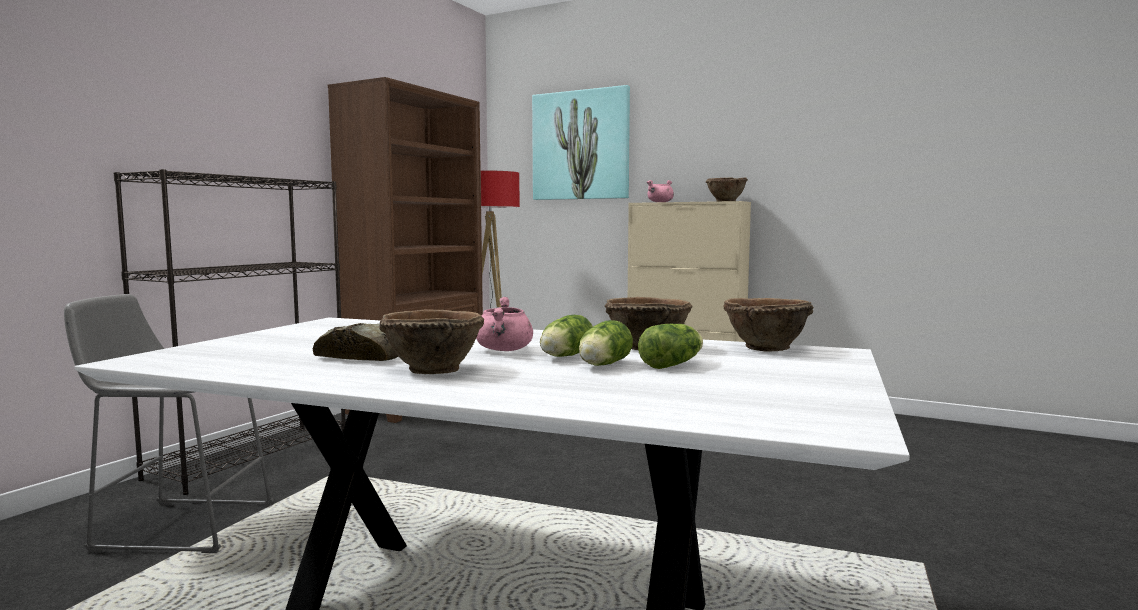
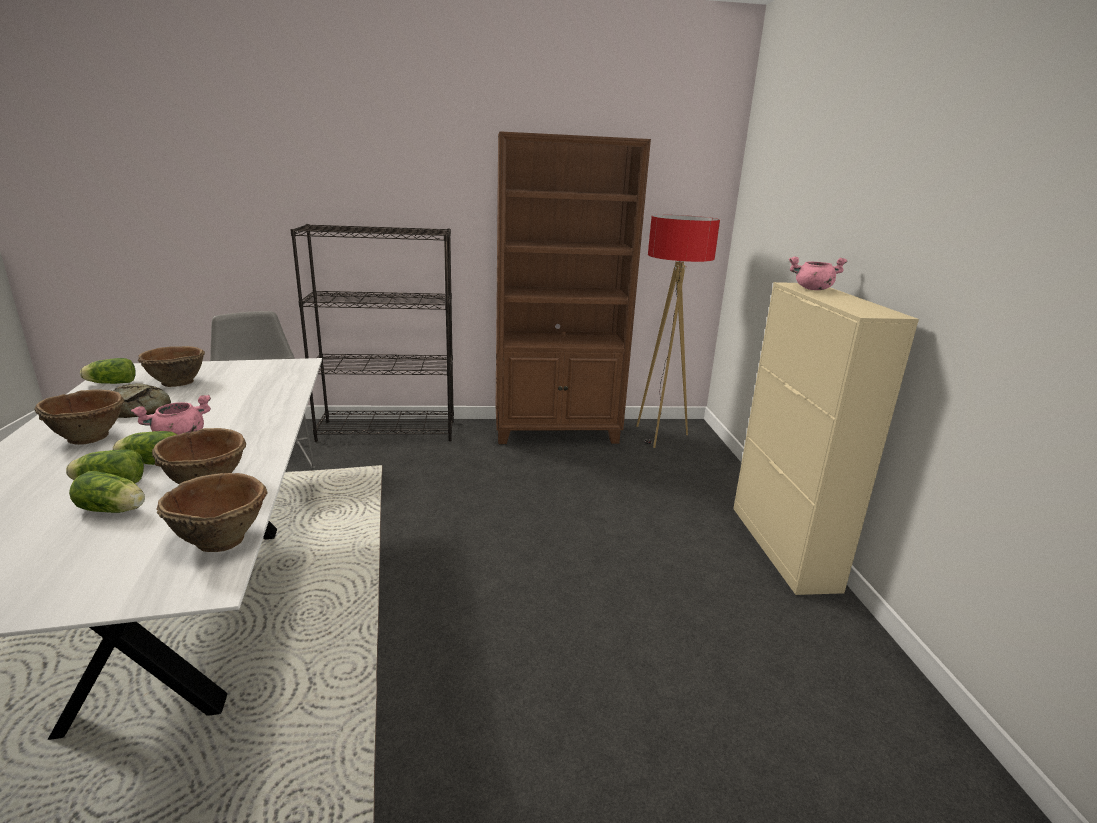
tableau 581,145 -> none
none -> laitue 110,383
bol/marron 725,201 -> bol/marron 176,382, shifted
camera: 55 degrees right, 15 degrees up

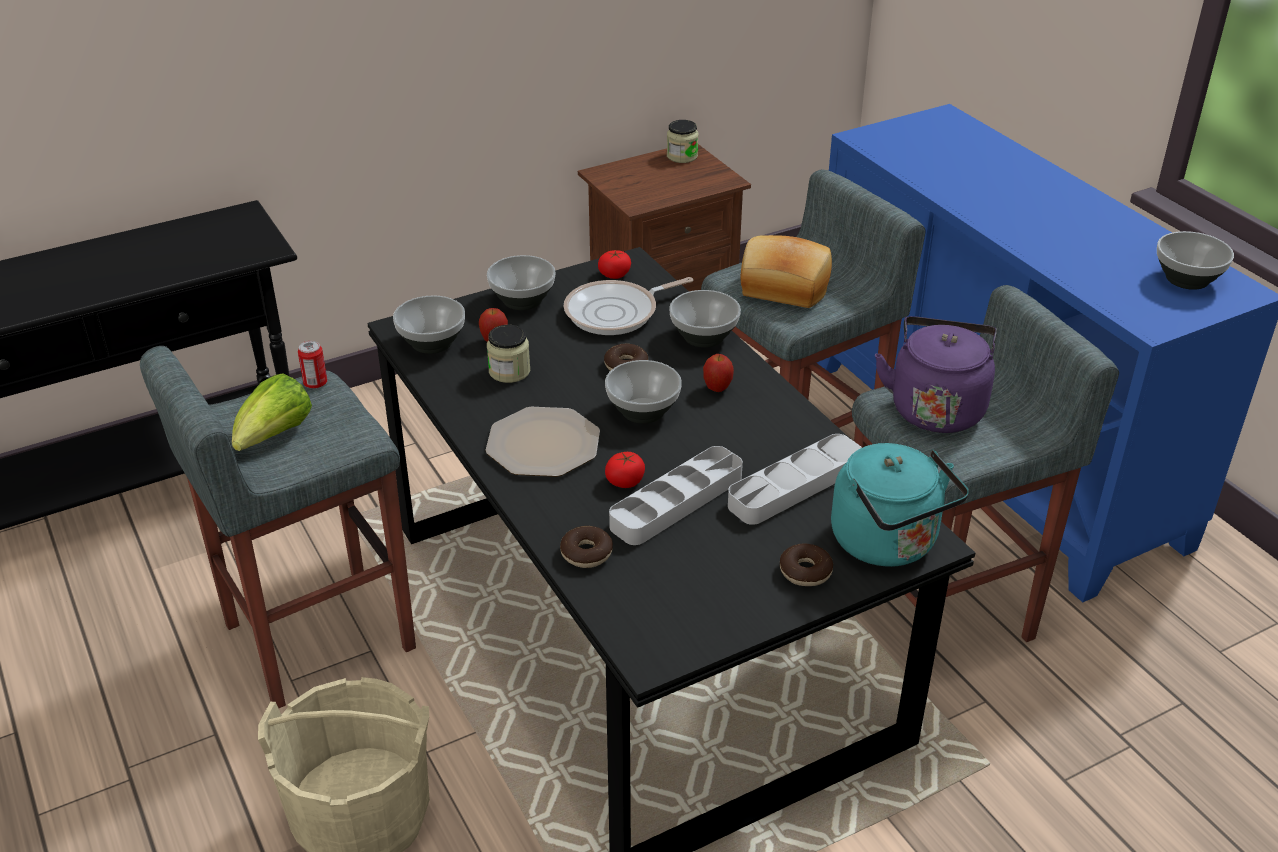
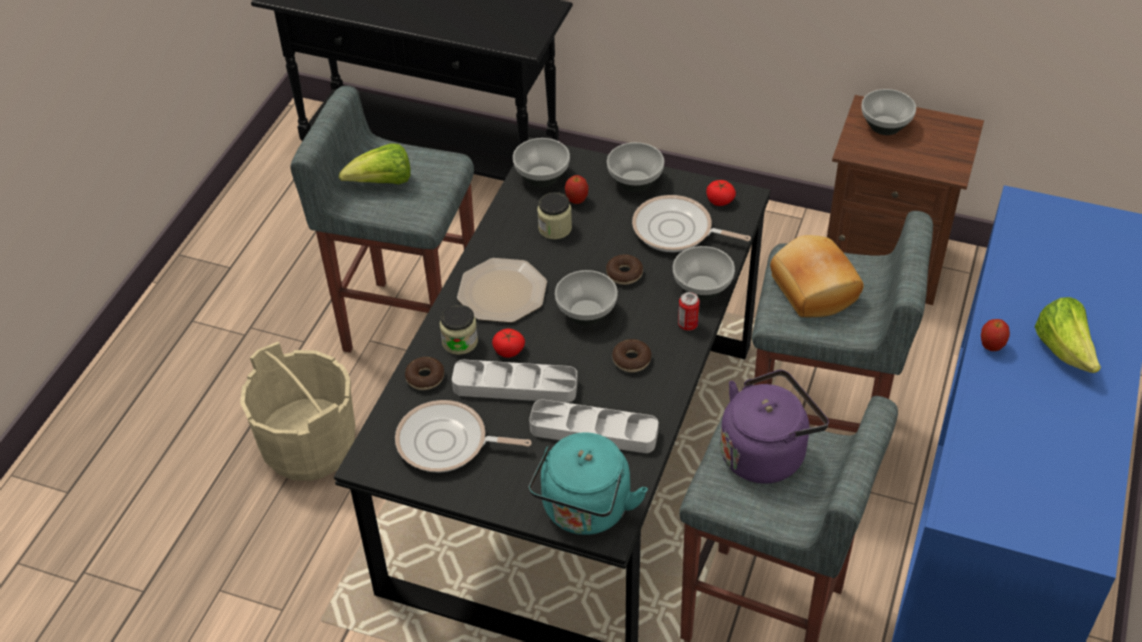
none -> poêle 447,443
none -> laitue 1064,350
boîte métallique 315,383 -> boîte métallique 688,324, shifted
bocal 682,156 -> bocal 460,342, shifted
pomme 717,389 -> pomme 991,347, shifted
beignet 805,571 -> beignet 631,360, shifted
bol 1187,280 -> bol 884,126, shifted
camera: 50 degrees right, 10 degrees up

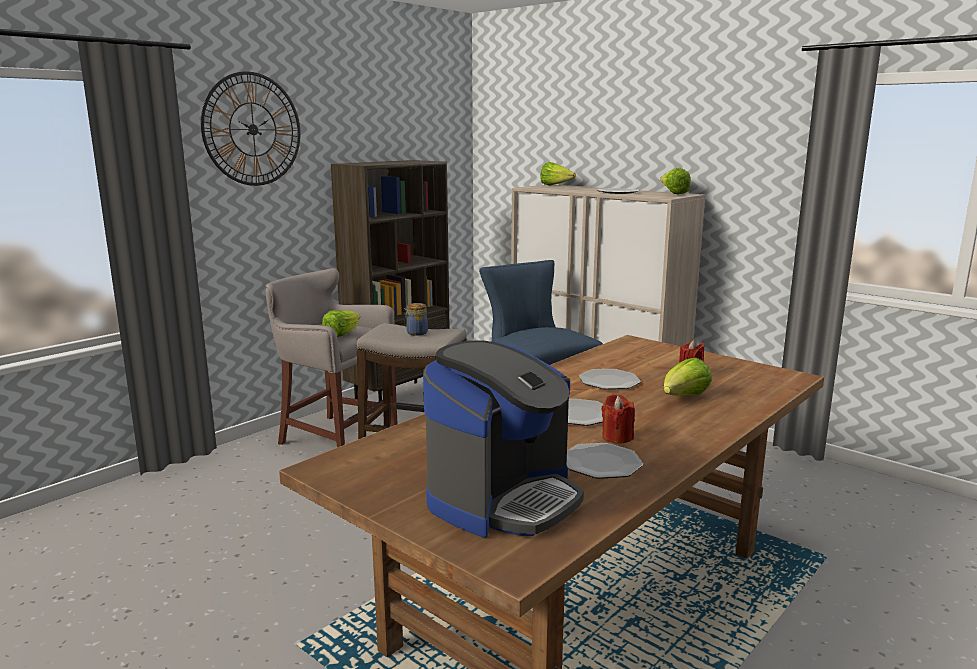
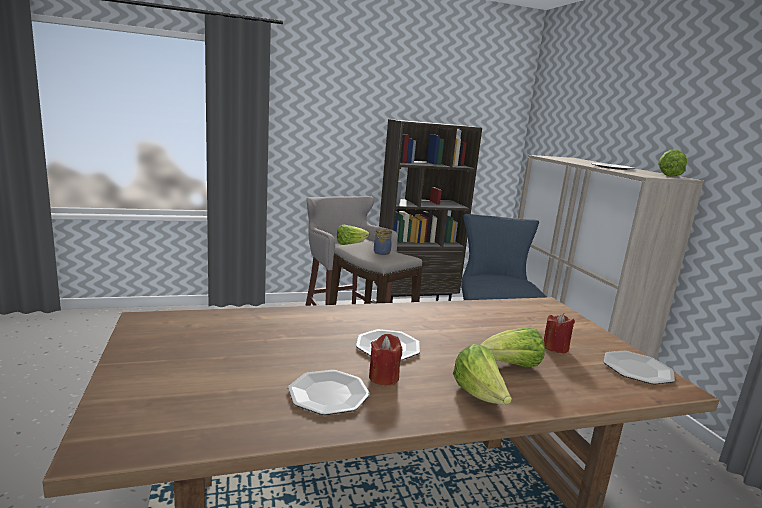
horloge murale 253,129 -> none
machine à café 503,499 -> none
laitue 556,185 -> laitue 479,395, shifted
assiette 609,381 -> assiette 637,369, shifted
camera: 30 degrees right, 0 degrees up

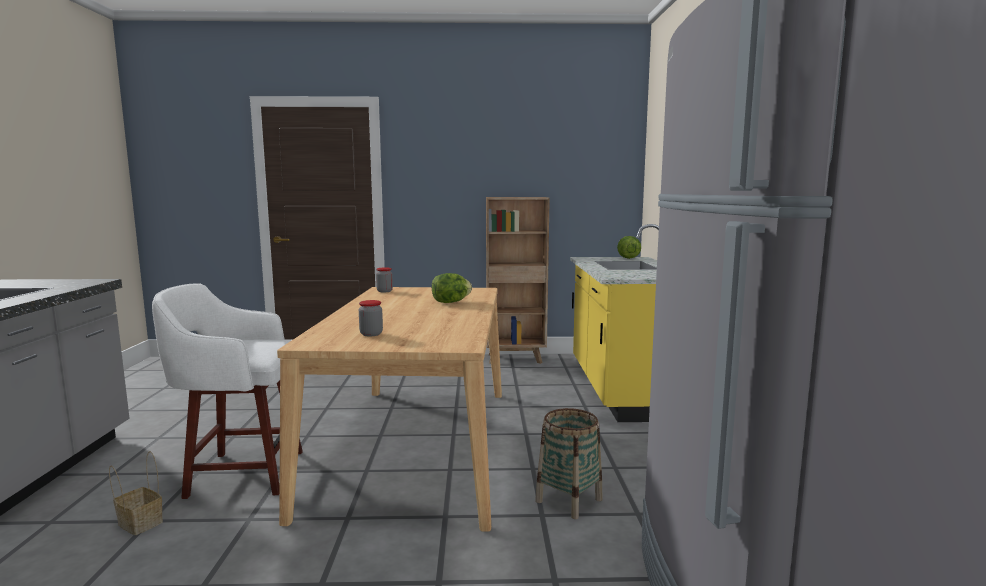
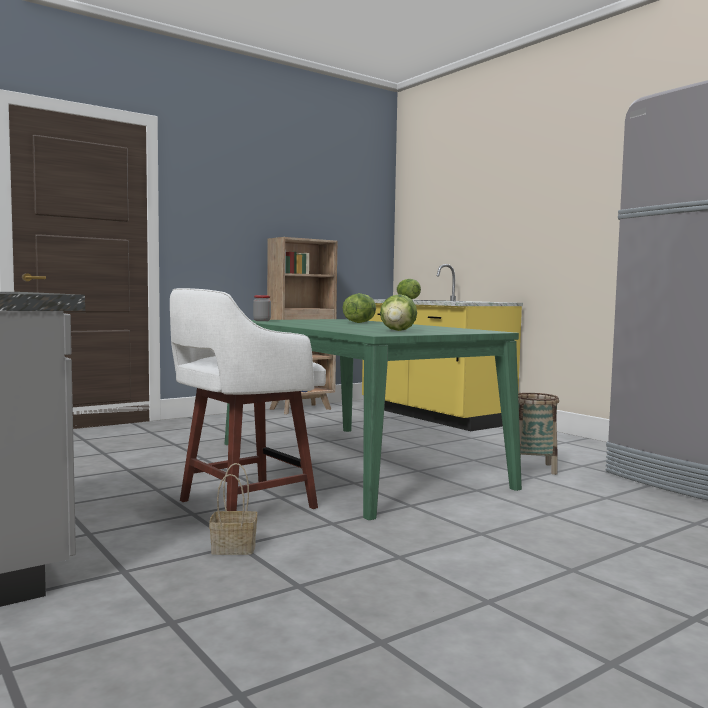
bocal 371,334 -> laitue 398,331
table à manger/beige 417,444 -> table à manger/vert 355,464
camera: 35 degrees left, 5 degrees down

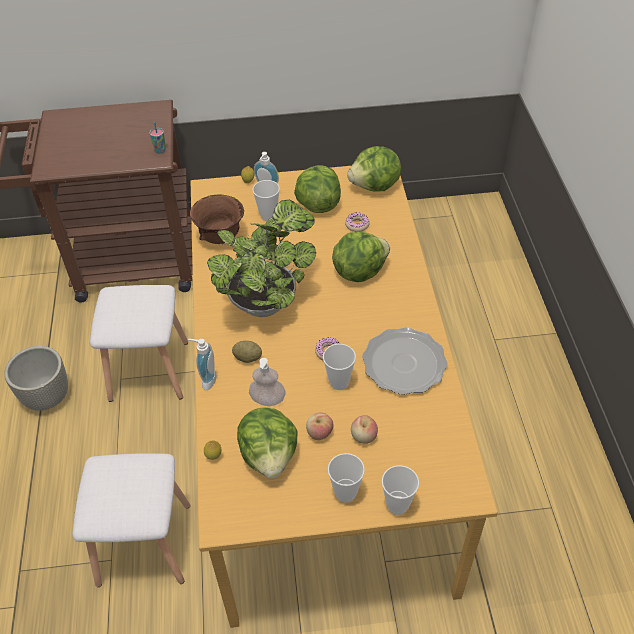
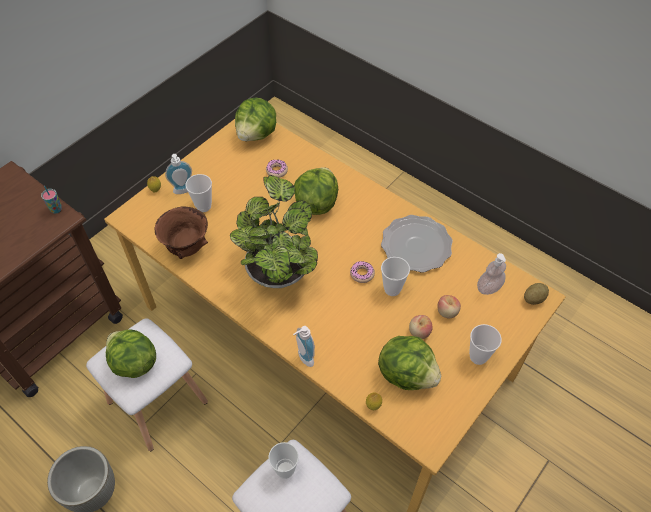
pomme de terre 247,358 -> pomme de terre 533,299, shifted
distributeur de savon 268,399 -> distributeur de savon 489,287, shifted
laitue 317,204 -> laitue 134,363, shifted
tasse 397,505 -> tasse 285,470, shifted
camera: 45 degrees left, 5 degrees up

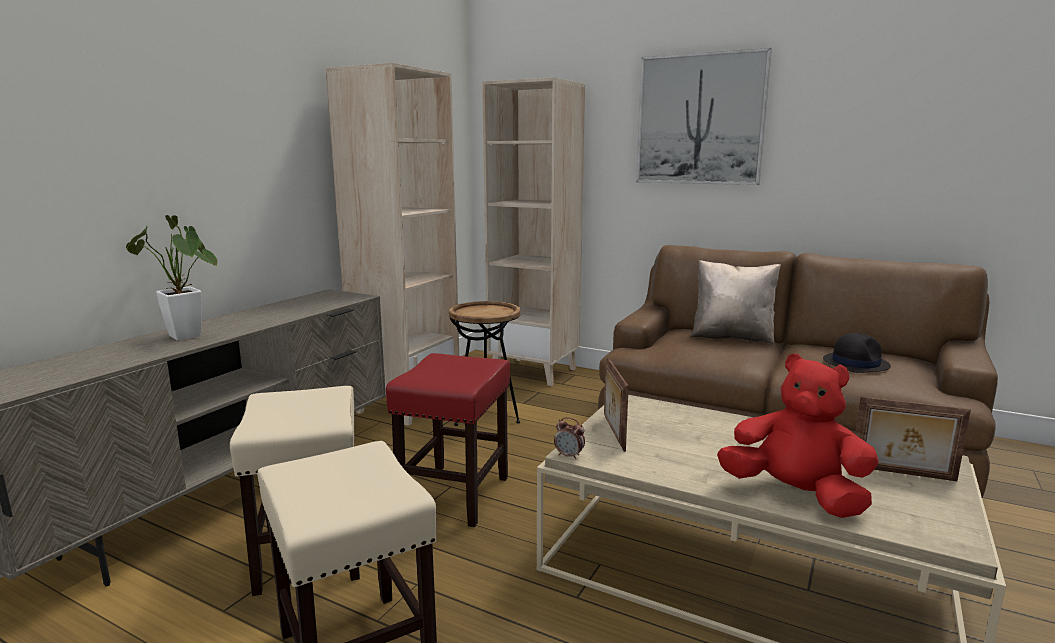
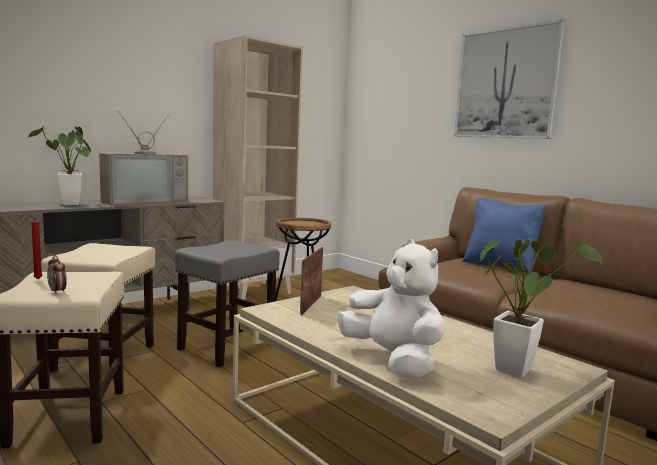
bibliothèque/beige 534,371 -> none
chapeau/noir 855,363 -> none
none -> bougie/rouge 37,279
none -> téléviseur 144,201
réveil 569,456 -> réveil 57,291, shifted
cadre photo 903,474 -> plante en pot 516,368
tabouret/rouge 455,494 -> tabouret/gris 227,346
coussin/beige 732,337 -> coussin/bleu 500,266
peluche/rouge 795,495 -> peluche/blanc 393,361
camera: 20 degrees right, 5 degrees down

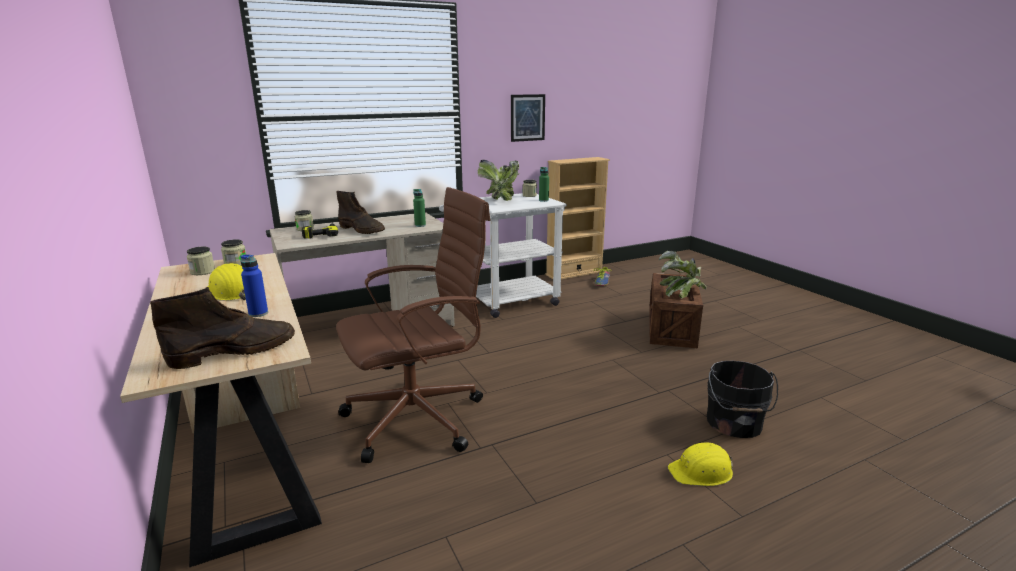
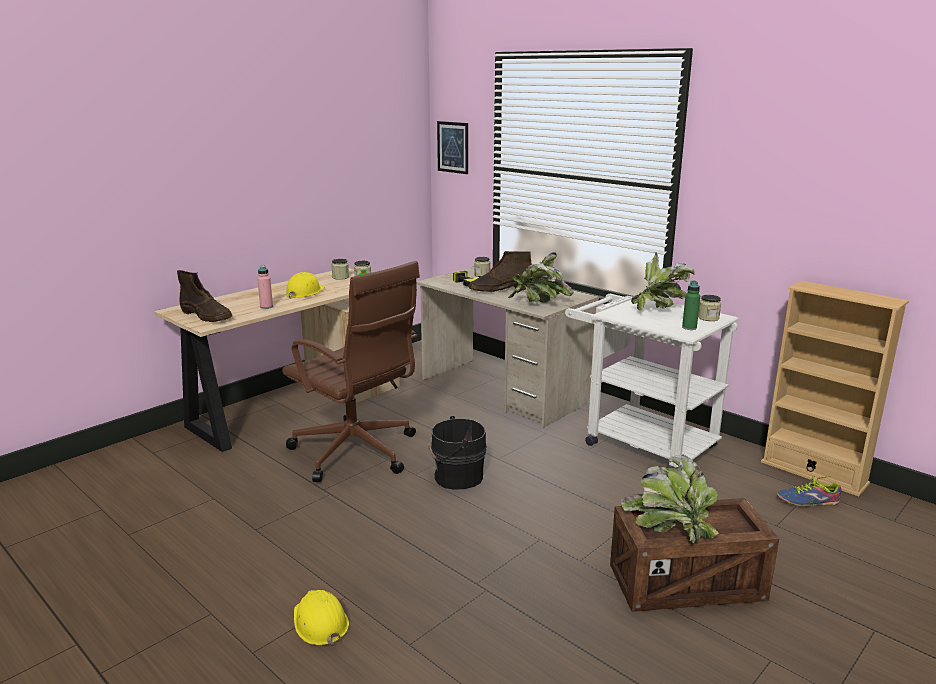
tableau 527,117 -> tableau 453,147, shifted
seau/noir 734,424 -> seau/noir 456,477, shifted
bouteille/vert 420,225 -> plante en pot 539,304
bouteille/bleu 258,313 -> bouteille/rose 266,307
botte/marron 362,230 -> botte/marron 499,290, 60 degrees clockwise
camera: 70 degrees right, 0 degrees up

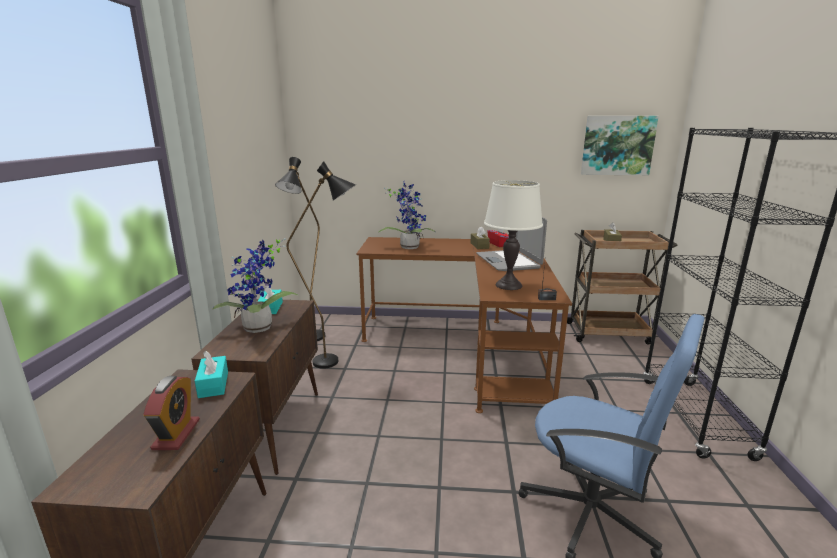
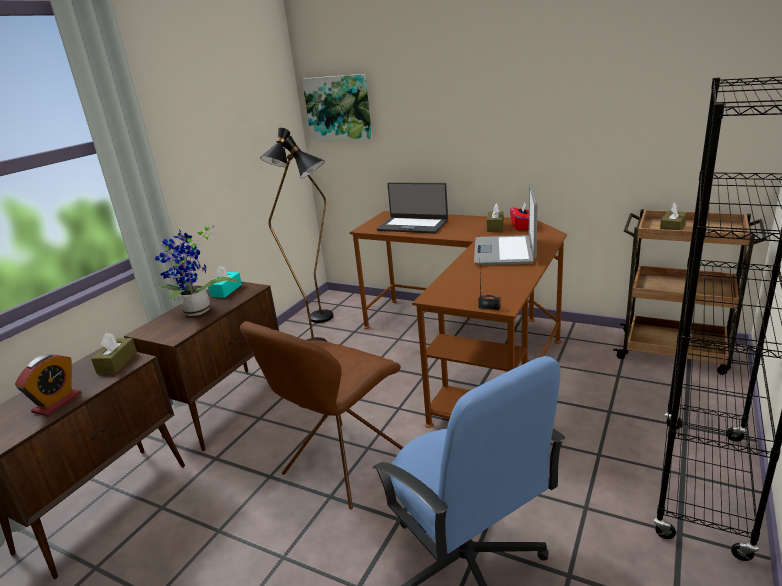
lampe de table/blanc 508,285 -> none
none -> chaise/marron 341,466
tableau 617,145 -> tableau 338,108, shifted
plante en pot 409,246 -> ordinateur portable 413,225
boîte à mouchoirs/turquoise 213,384 -> boîte à mouchoirs/marron 117,363
camera: 25 degrees right, 5 degrees up

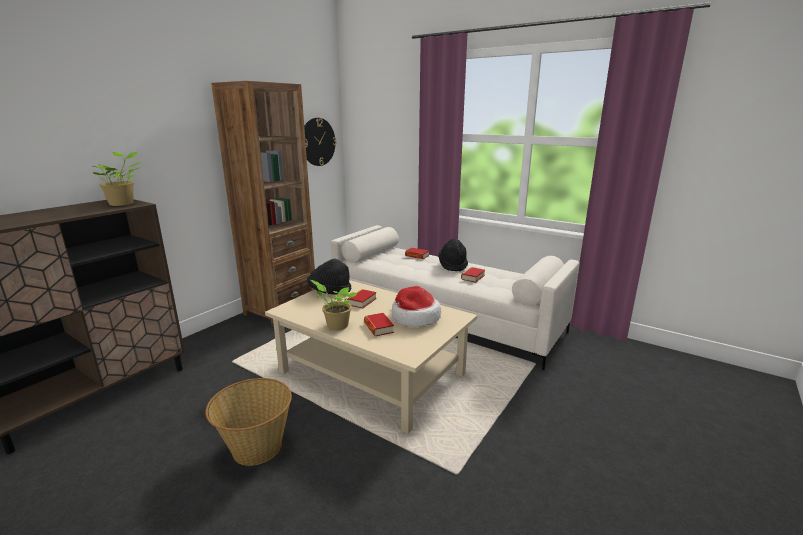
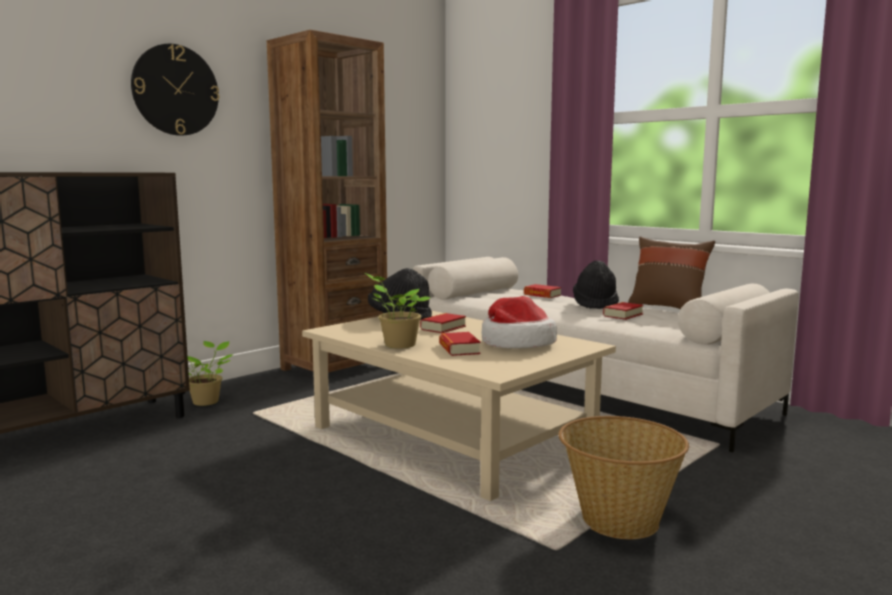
none -> coussin/marron 668,308
plante en pot 123,203 -> plante en pot 207,401, shifted
panier 256,447 -> panier 618,520, shifted
horloge murale 318,142 -> horloge murale 175,90, shifted
camera: 10 degrees right, 10 degrees down

